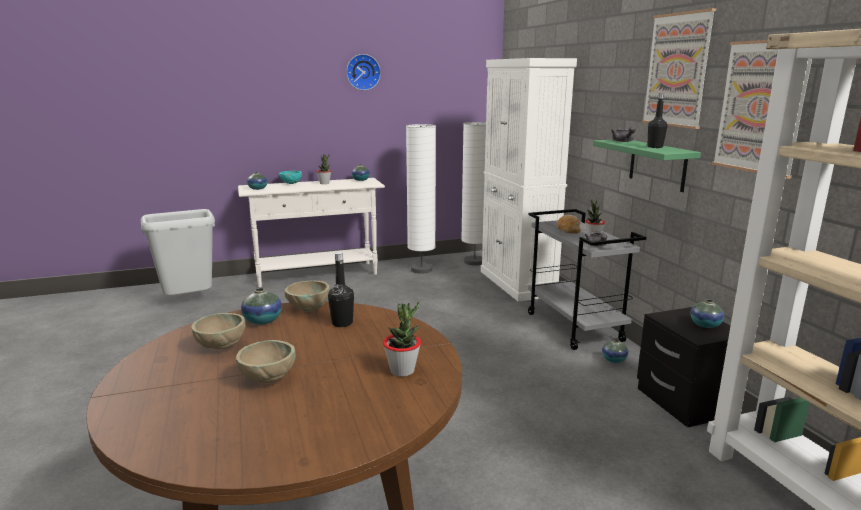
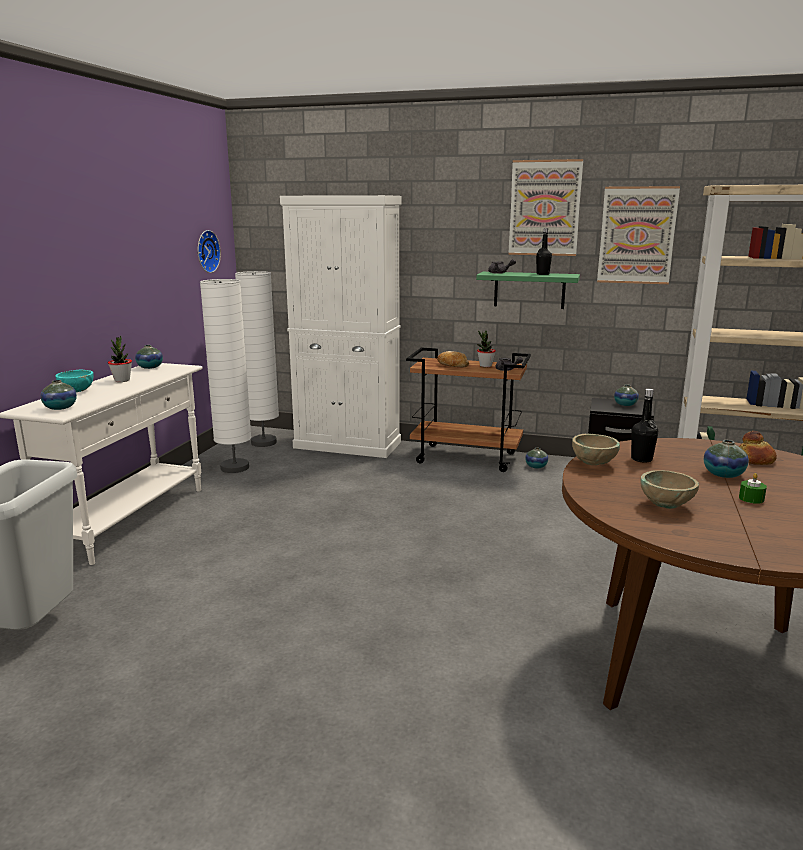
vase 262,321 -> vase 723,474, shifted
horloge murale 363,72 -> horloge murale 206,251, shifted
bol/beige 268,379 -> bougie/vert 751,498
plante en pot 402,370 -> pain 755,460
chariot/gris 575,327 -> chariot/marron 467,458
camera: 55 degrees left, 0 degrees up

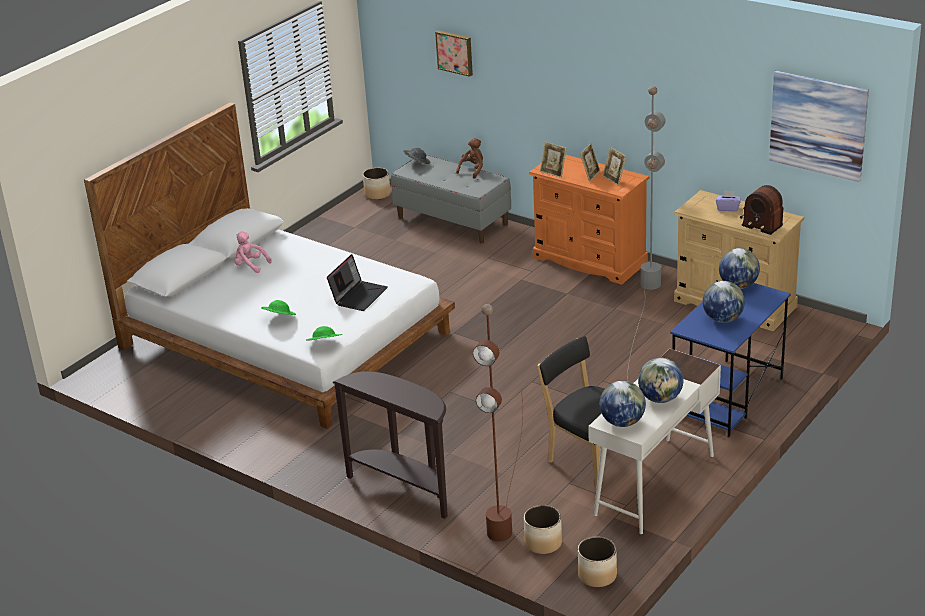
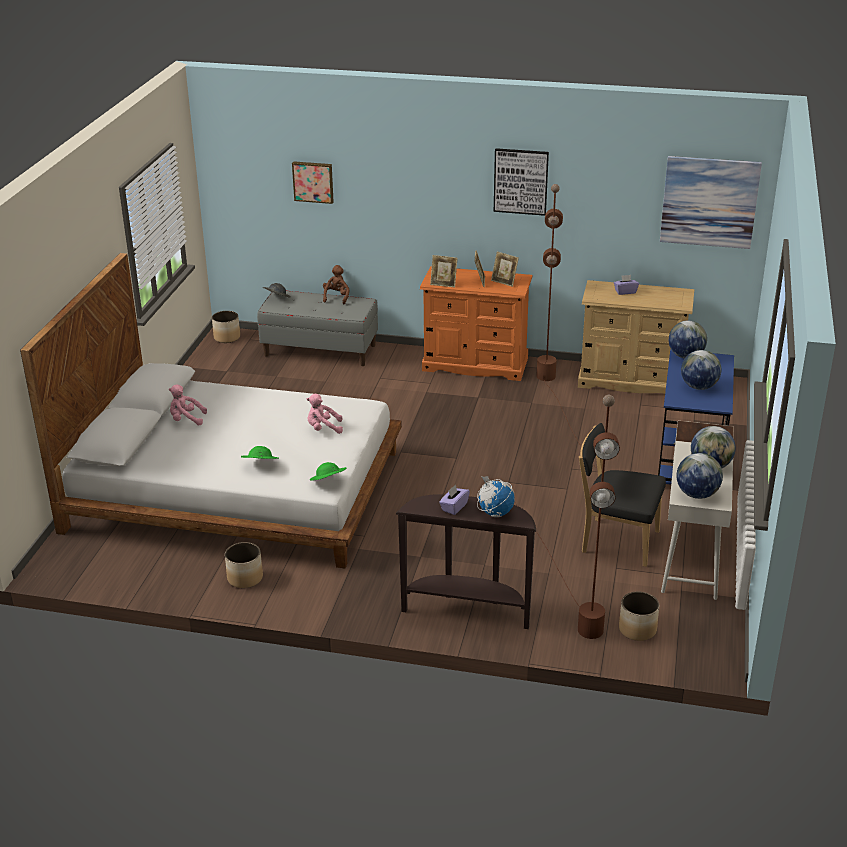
radio 761,221 -> none
none -> boîte à mouchoirs/violet 454,507
none -> globe 495,513
none -> tableau 521,181
cache-pot 597,575 -> cache-pot 245,578, shifted
ordinateur portable 358,295 -> peluche/rose 323,428
lampadaire/gris 642,314 -> lampadaire/marron 559,403
camera: 25 degrees left, 0 degrees up

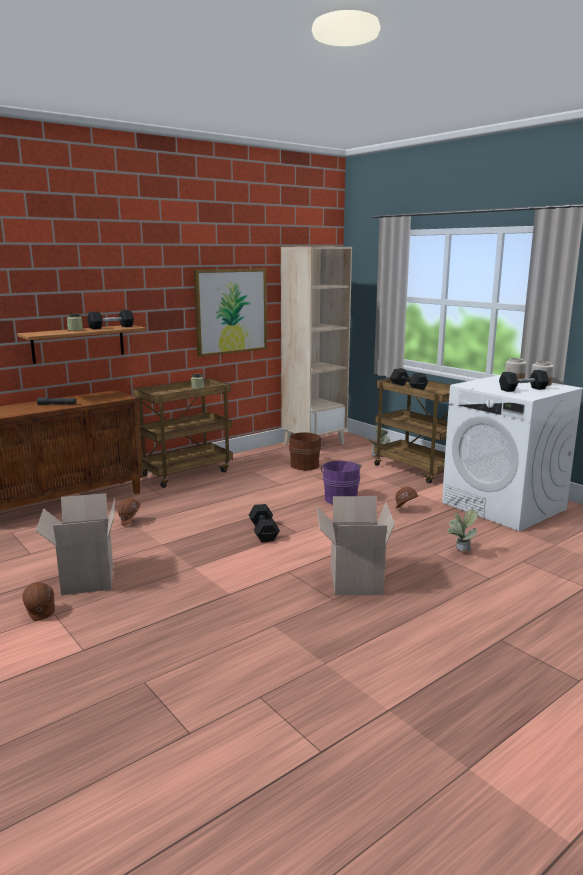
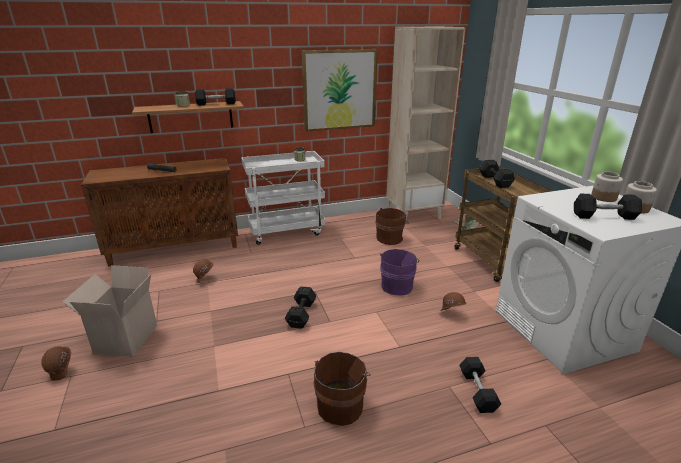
carton 353,580 -> seau/marron 341,404
plante en pot 460,552 -> haltère/noir 477,391
chariot/marron 186,473 -> chariot/blanc 287,231
camera: 20 degrees right, 10 degrees up

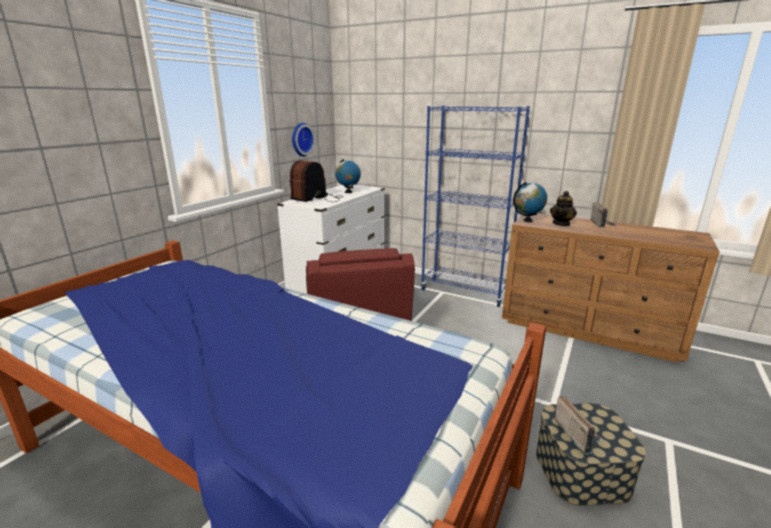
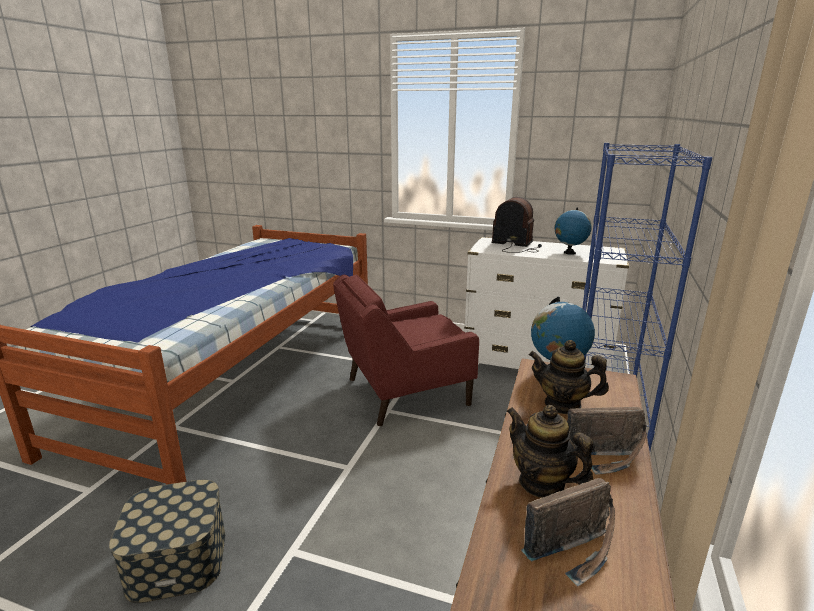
horloge murale 301,139 -> none
none -> théière 542,483
radio 576,434 -> radio 576,551, shifted
camera: 80 degrees right, 0 degrees up

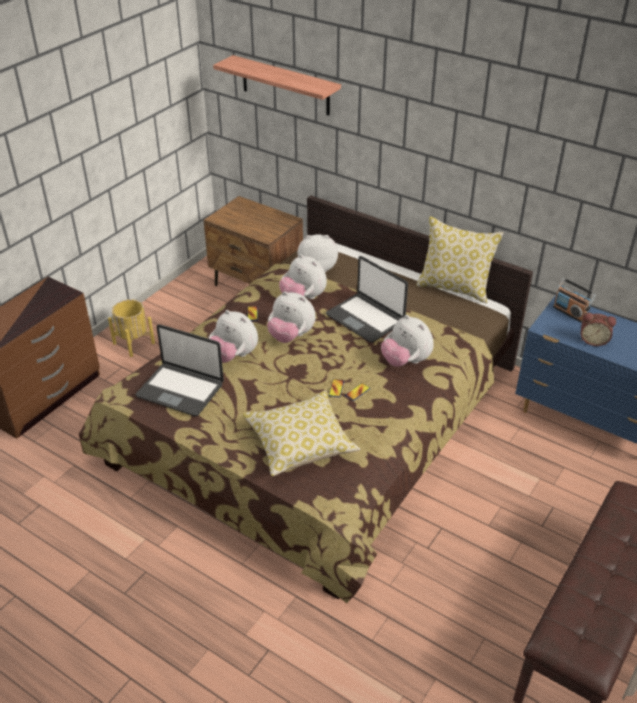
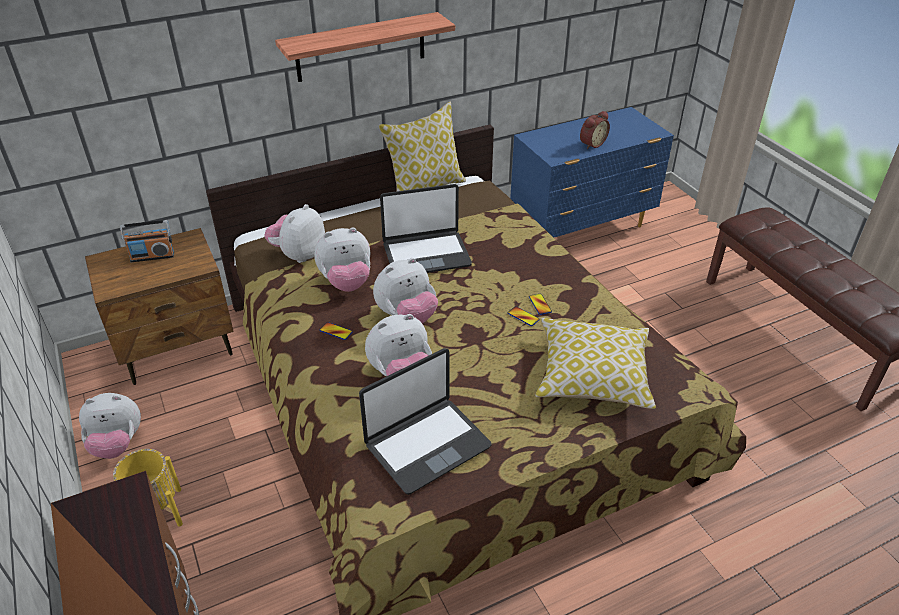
étagère 285,86 -> étagère 361,47, shifted
peluche 405,361 -> peluche 117,444, shifted
radio 570,313 -> radio 152,256, shifted
camera: 60 degrees left, 0 degrees up

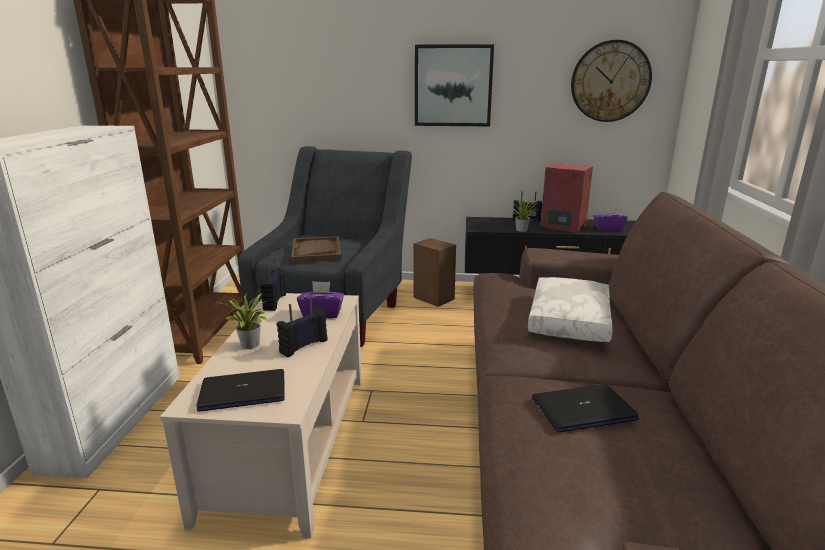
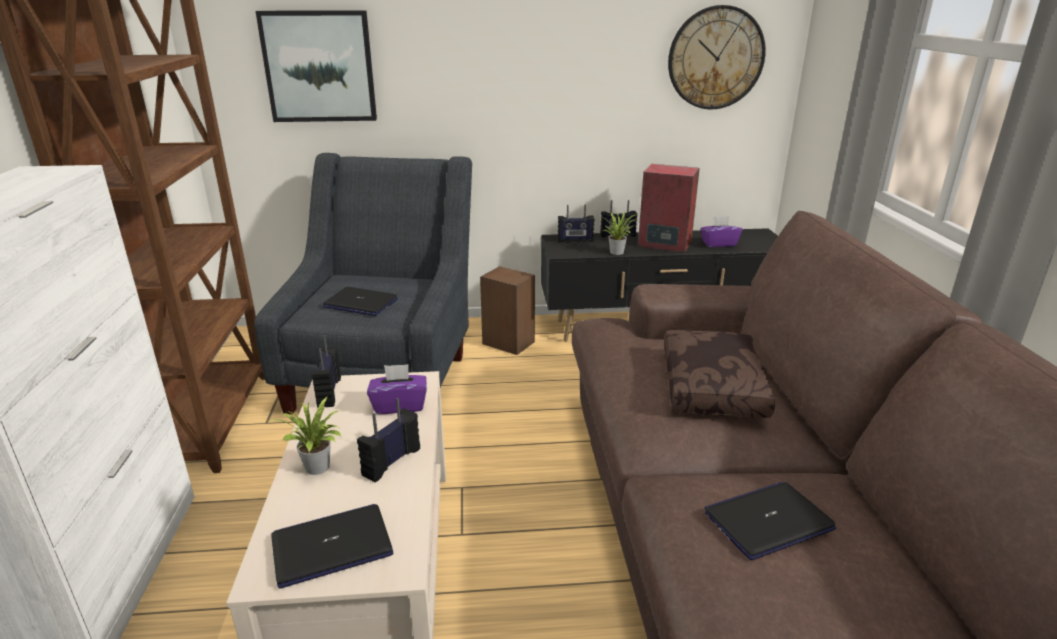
none -> radio 575,240
tableau 453,86 -> tableau 319,67, shifted
plateau/marron 316,251 -> ordinateur portable 360,303
coussin/blanc 571,321 -> coussin/marron 714,387
camera: 10 degrees left, 5 degrees up

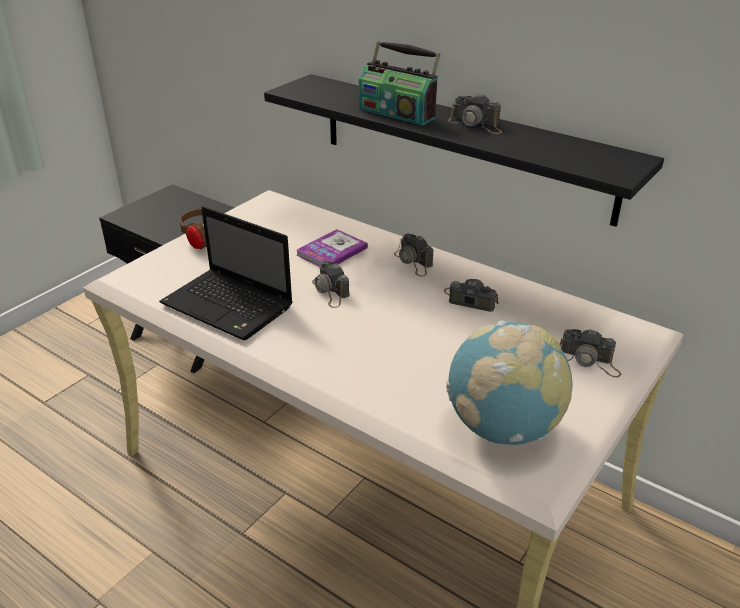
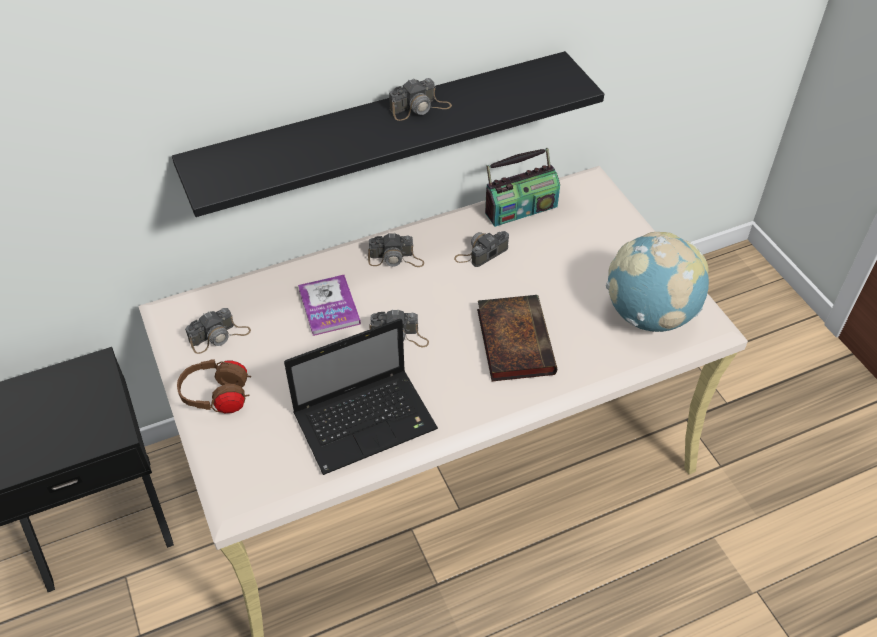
none -> livre 513,340
radio 398,113 -> radio 520,208, shifted
appareil photo 589,361 -> appareil photo 219,336, shifted
camera: 60 degrees left, 15 degrees up

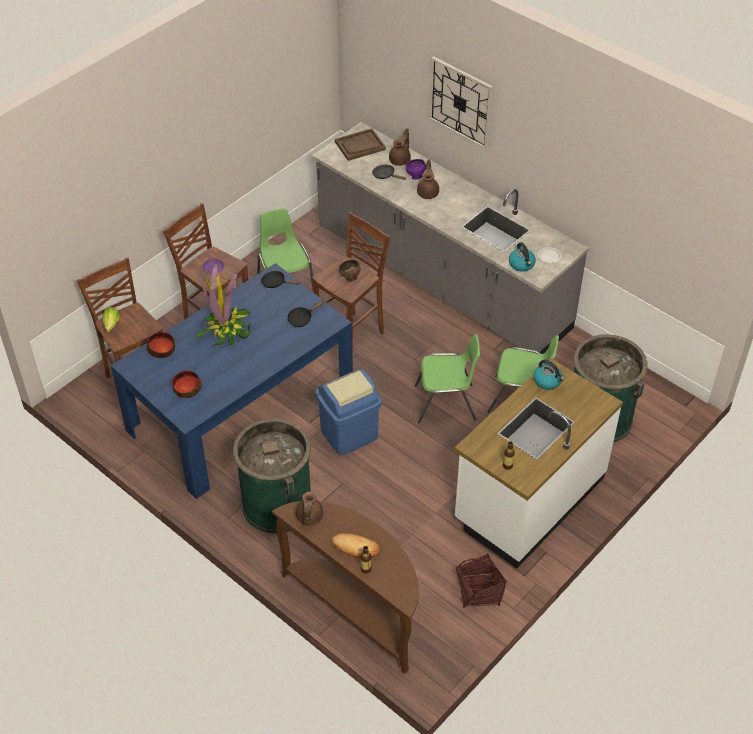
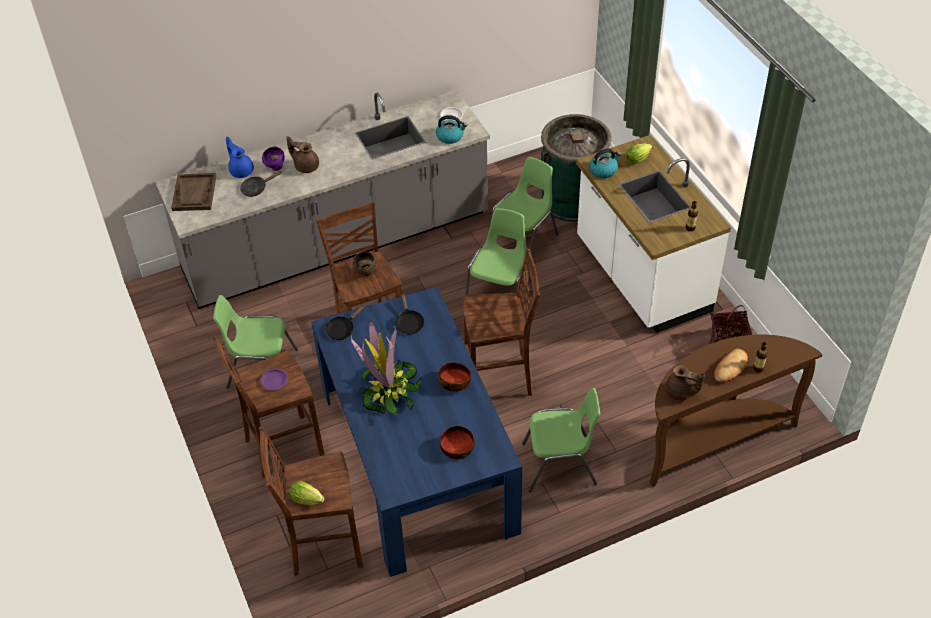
horloge murale 460,102 -> none
none -> laitue 639,158
bol 162,350 -> bol 455,381, shifted
poubelle/vert 277,504 -> chaise/vert 560,465
poubelle/bleu 349,434 -> tabouret/marron 500,379
théière/marron 400,160 -> théière/bleu 241,170
camera: 65 degrees left, 0 degrees up

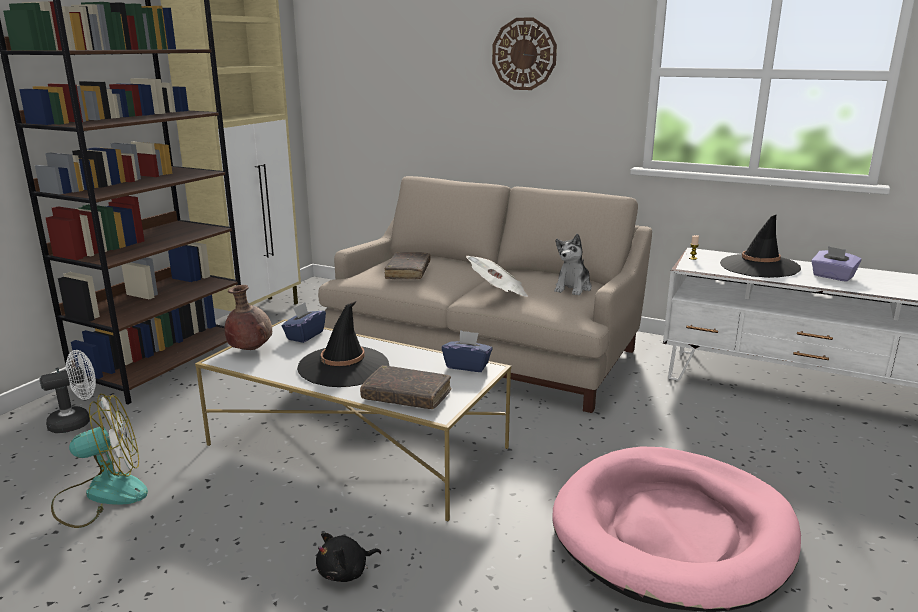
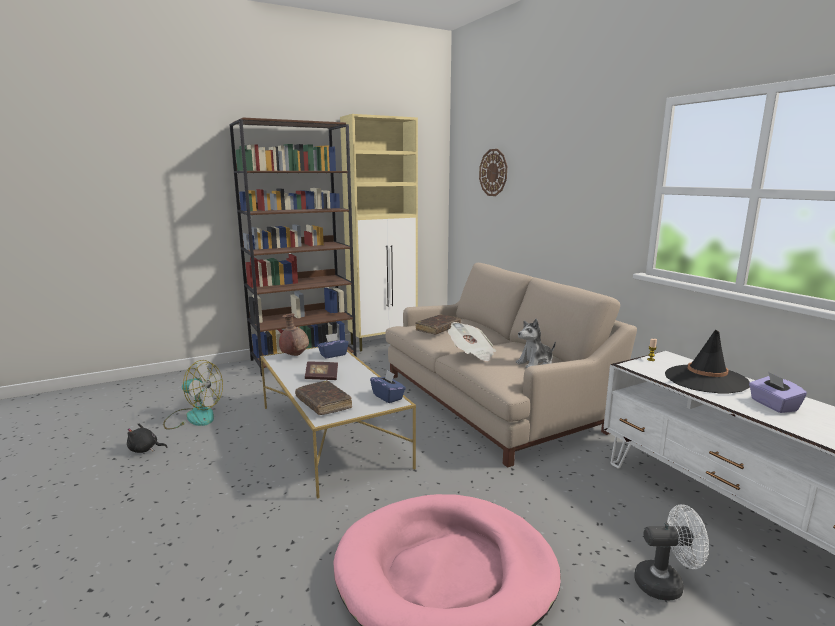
ventilateur/blanc 77,422 -> ventilateur/blanc 665,584, shifted
peluche/noir 346,572 -> peluche/noir 145,449, shifted
horloge murale 524,54 -> horloge murale 493,172, shifted
chapeau/noir 343,367 -> livre 321,377
camera: 35 degrees right, 5 degrees down

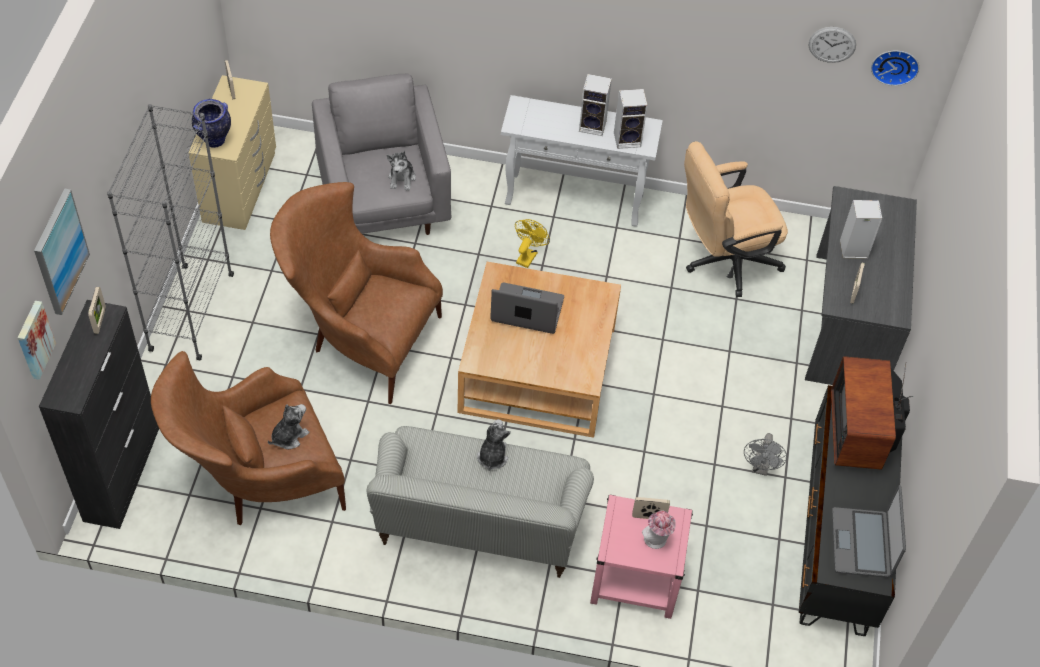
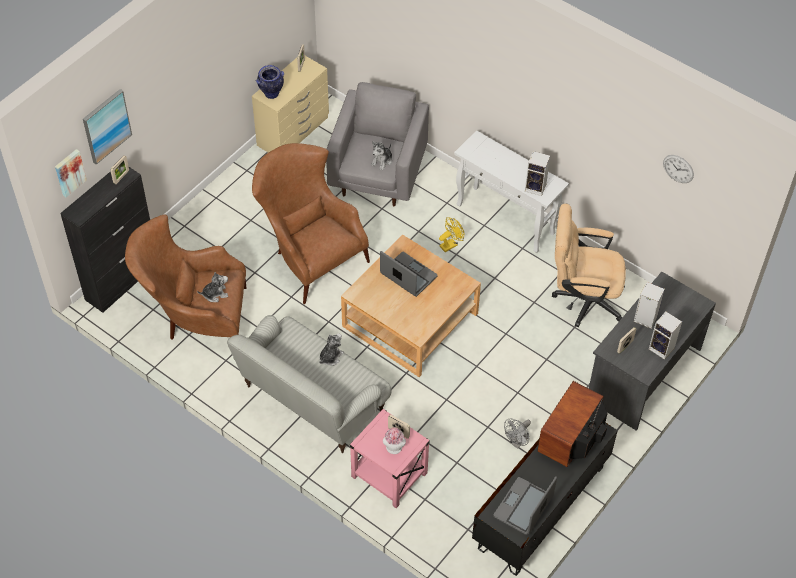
bibliothèque/gris 191,313 -> none
horloge murale 895,65 -> none
enceinte 594,125 -> enceinte 662,349, shifted
camera: 30 degrees right, 0 degrees up

